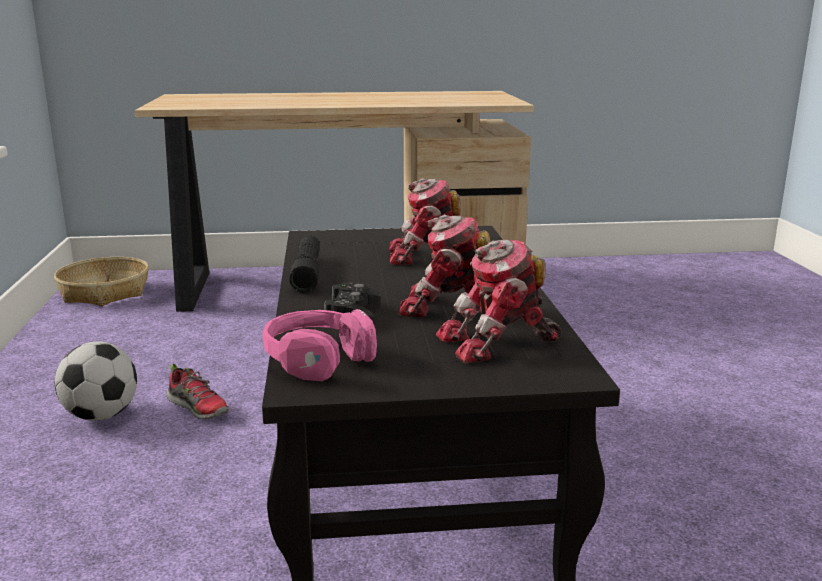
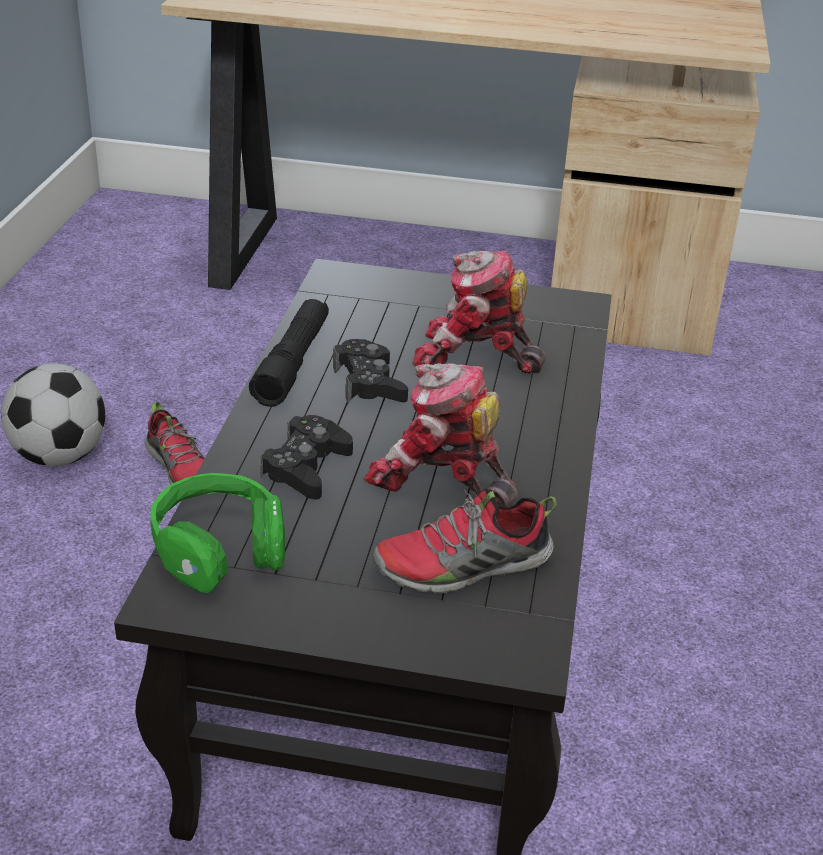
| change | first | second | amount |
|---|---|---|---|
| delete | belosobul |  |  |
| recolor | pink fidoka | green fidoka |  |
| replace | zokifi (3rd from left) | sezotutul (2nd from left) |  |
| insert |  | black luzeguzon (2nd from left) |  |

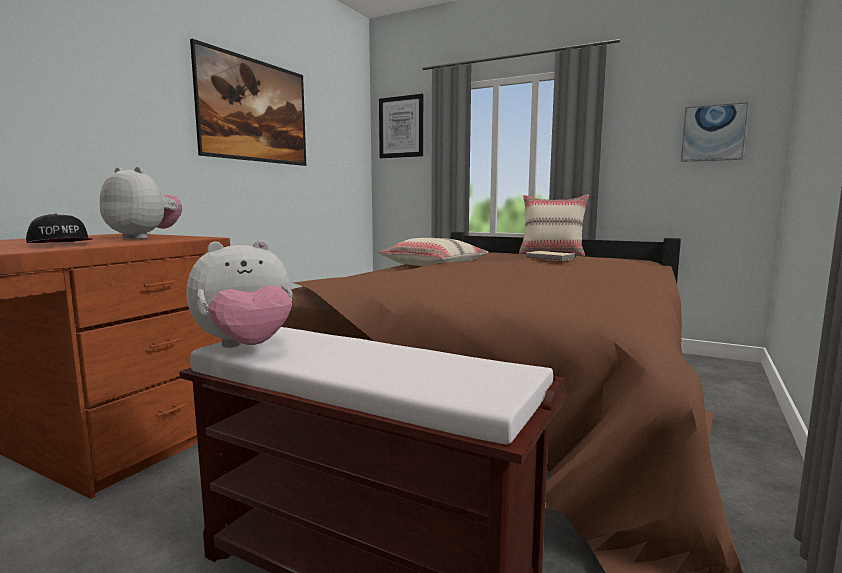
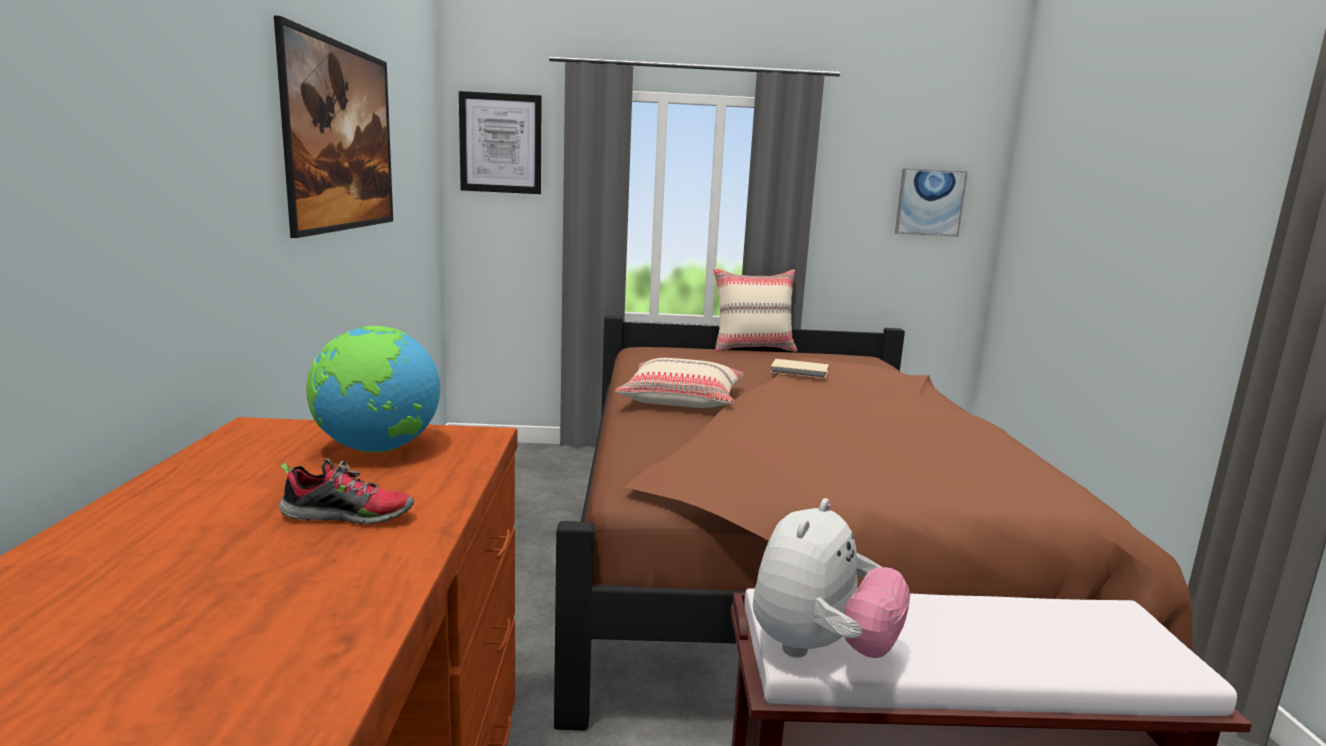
| change | first | second | amount |
|---|---|---|---|
| replace | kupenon | sezotutul |  |
| replace | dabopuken (1st from left) | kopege |  |

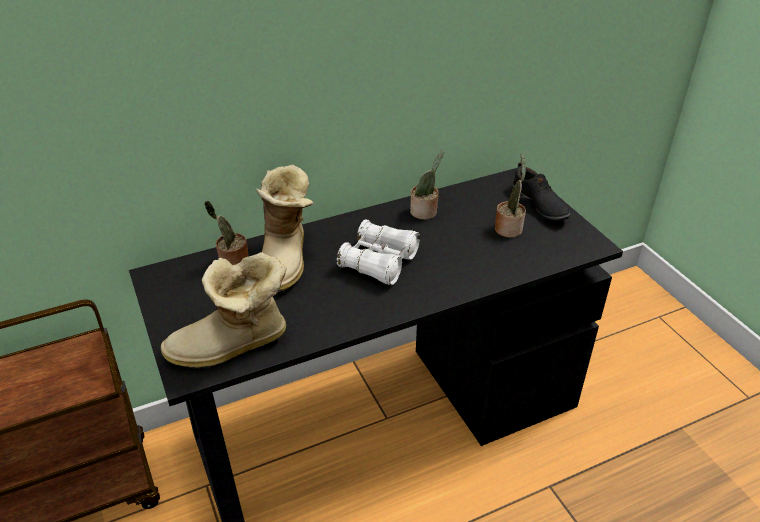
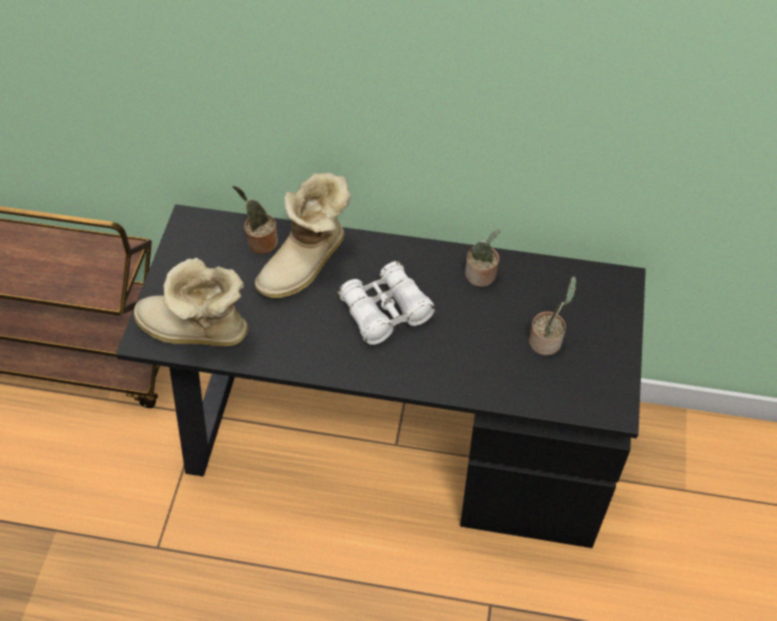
| change | first | second | amount |
|---|---|---|---|
| delete | black sezotutul |  |  |

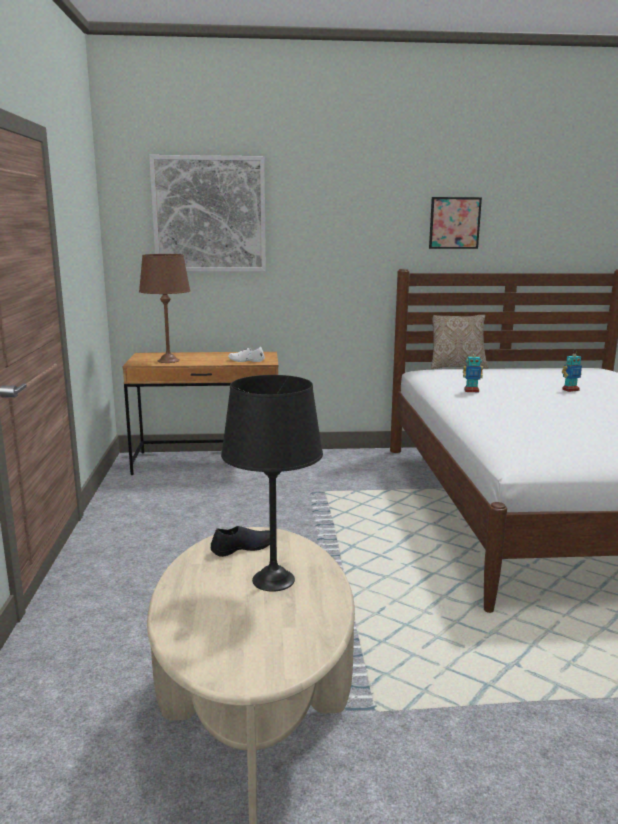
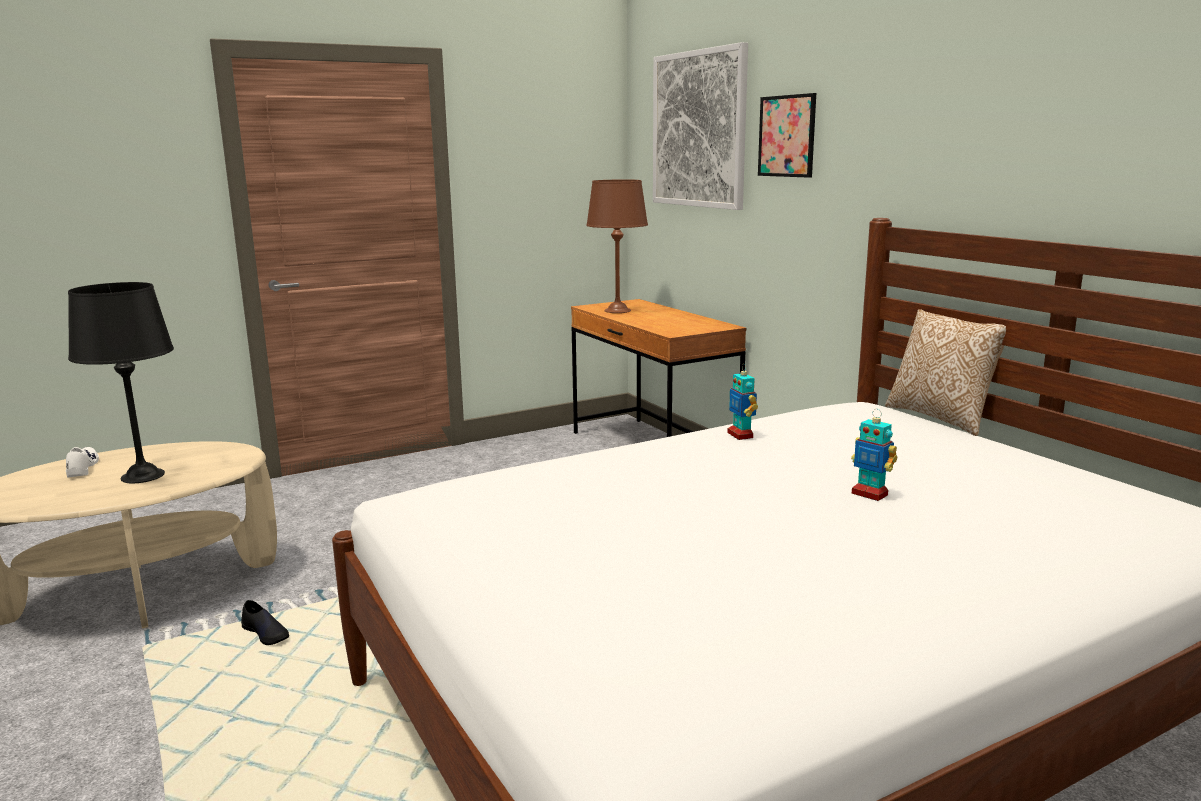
| change | first | second | amount |
|---|---|---|---|
| move | black sezotutul |  |  |
| move | white sezotutul |  |  |
| move | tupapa (2nd from left) |  |  |

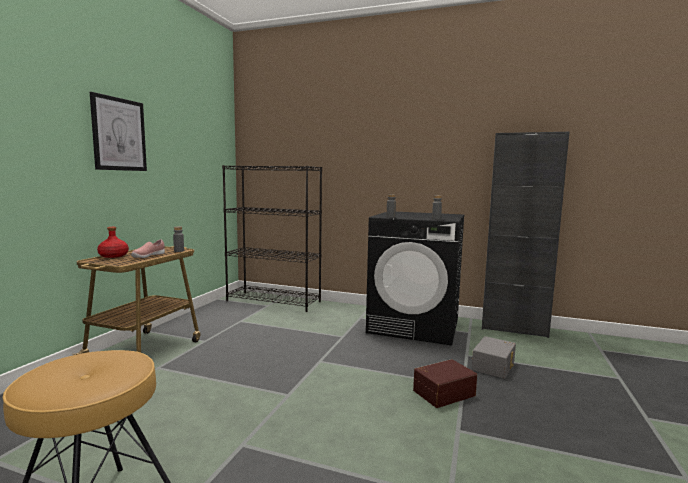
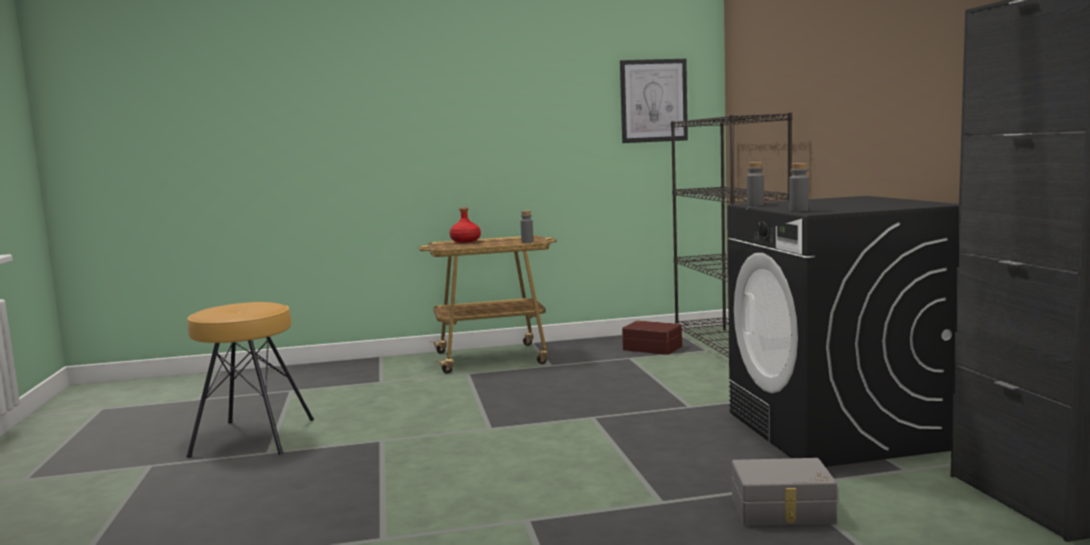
| change | first | second | amount |
|---|---|---|---|
| move | tupapa |  |  |
| delete | pink sezotutul |  |  |
| move | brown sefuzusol |  |  |

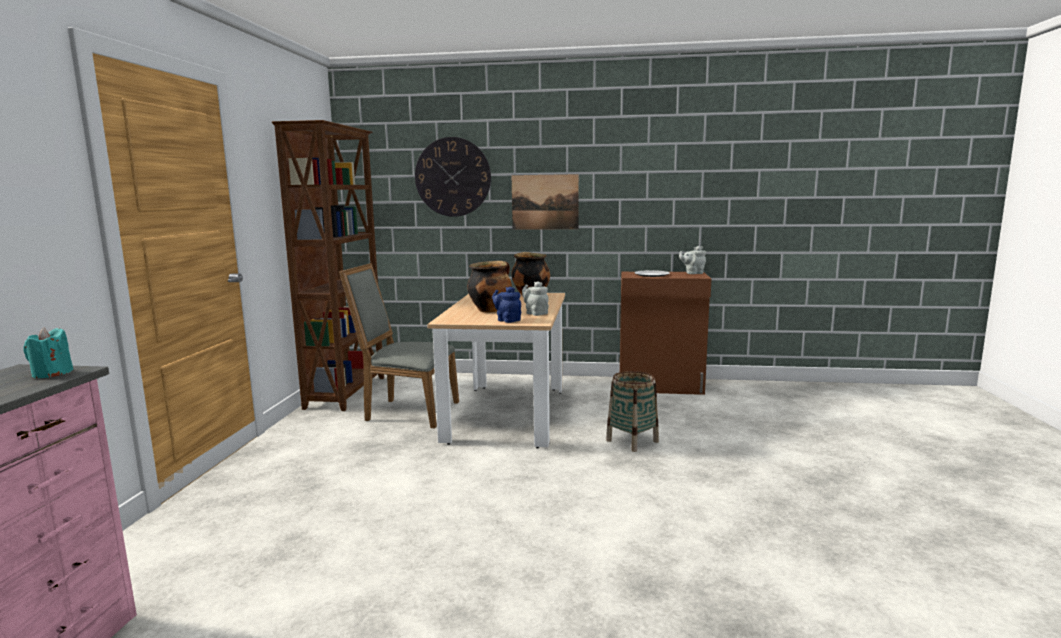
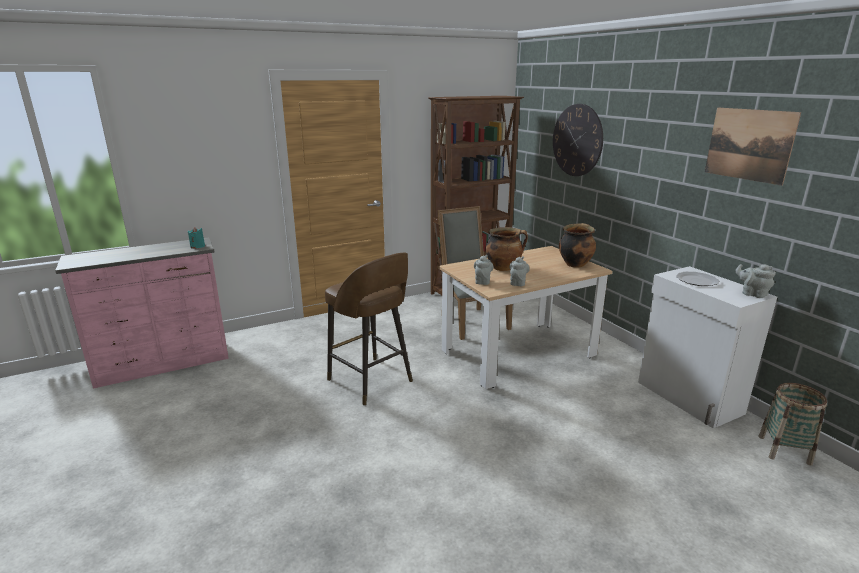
| change | first | second | amount |
|---|---|---|---|
| recolor | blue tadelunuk | grey tadelunuk (1st from left) |  |
| move | tupapa |  |  |
| move | belosobul |  |  |
| recolor | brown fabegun | white fabegun |  |
| insert |  | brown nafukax |  |

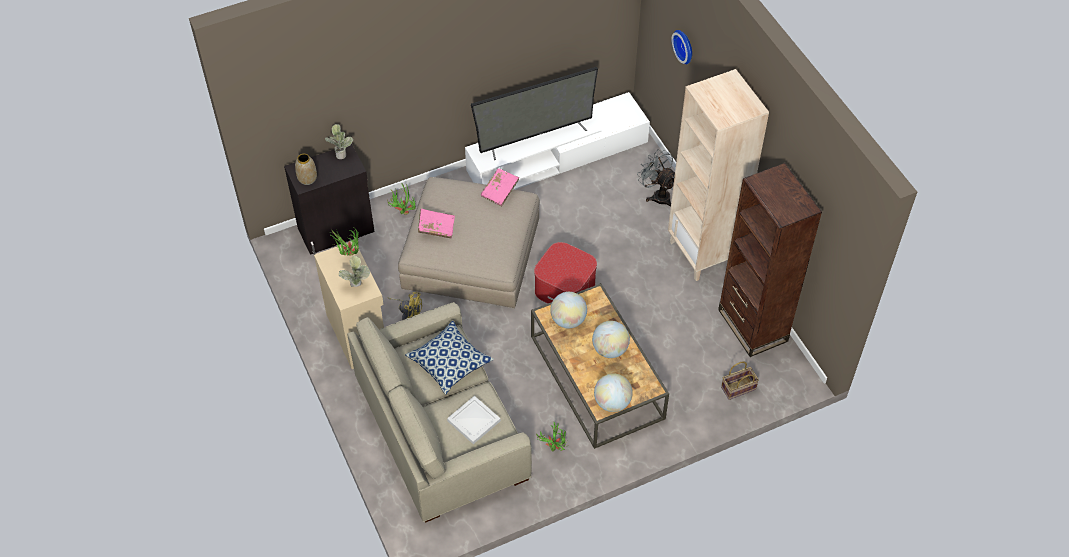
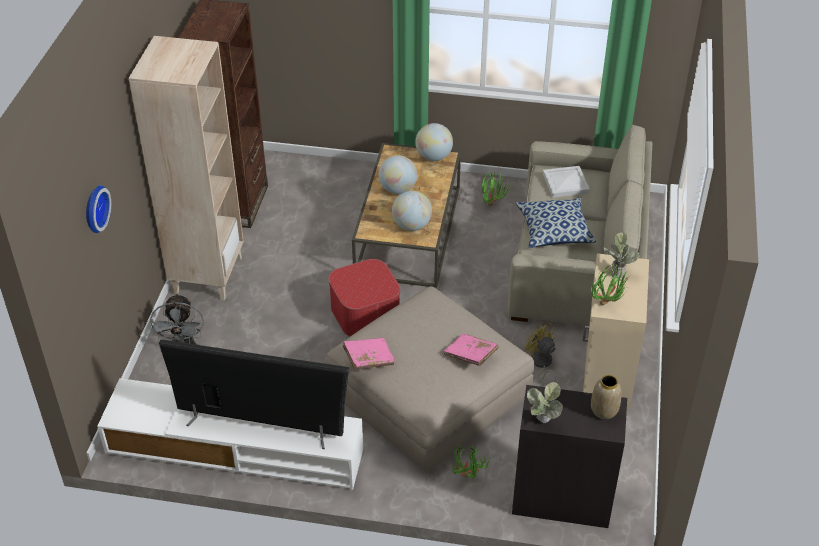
| change | first | second | amount |
|---|---|---|---|
| delete | belosobul |  |  |

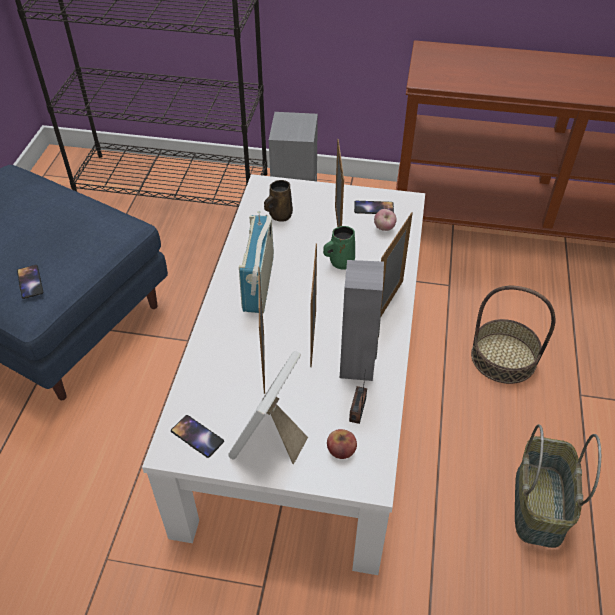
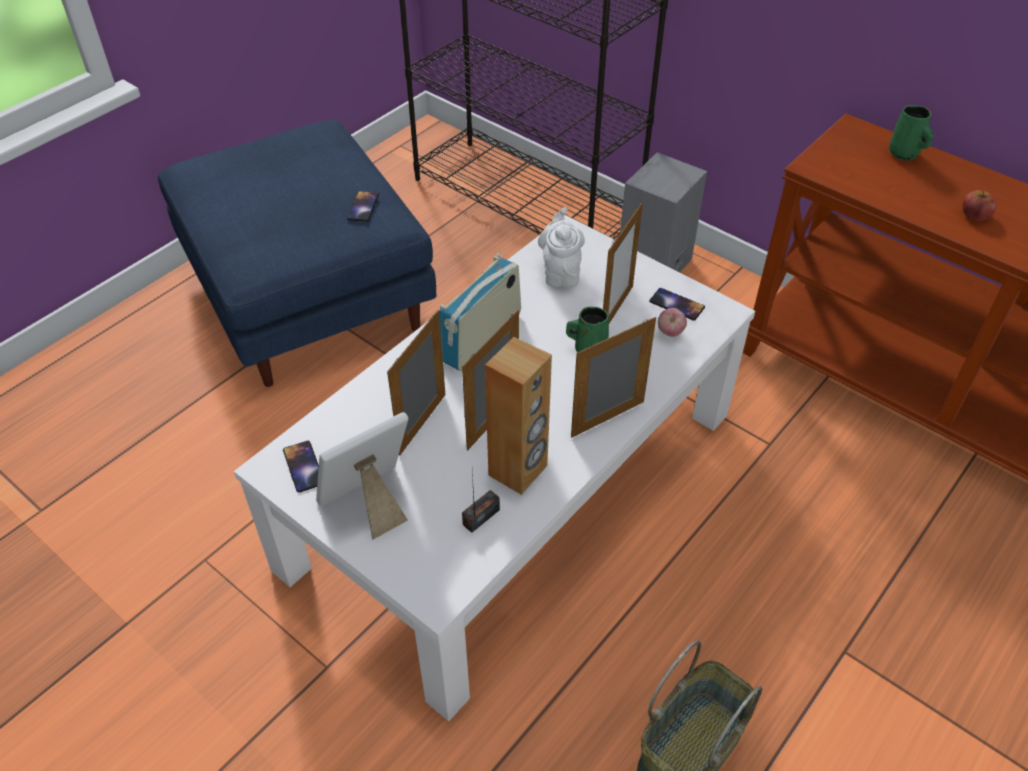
| change | first | second | amount |
|---|---|---|---|
| move | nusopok (1st from left in the first image) | nusopok (2nd from left) |  |
| replace | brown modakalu | white tadelunuk |  |
| move | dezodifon (1st from left in the first image) | dezodifon (2nd from left) |  |
| recolor | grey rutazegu (2nd from left) | brown rutazegu |  |
| delete | belosobul (1st from left) |  |  |
| insert |  | green modakalu (2nd from left) |  |

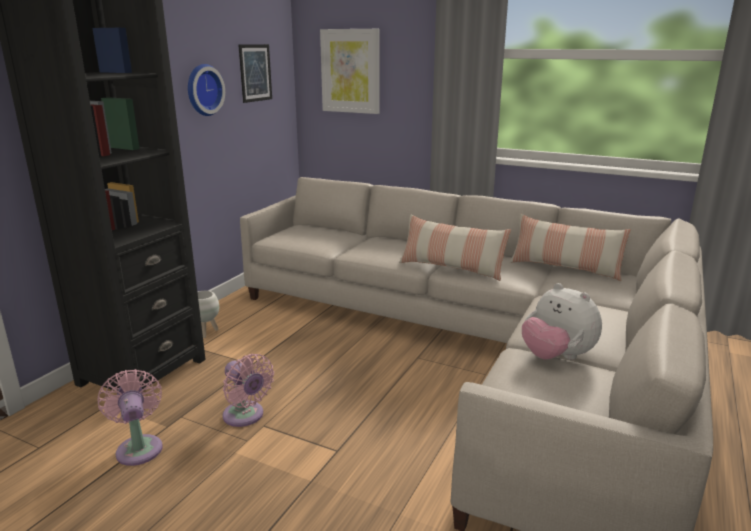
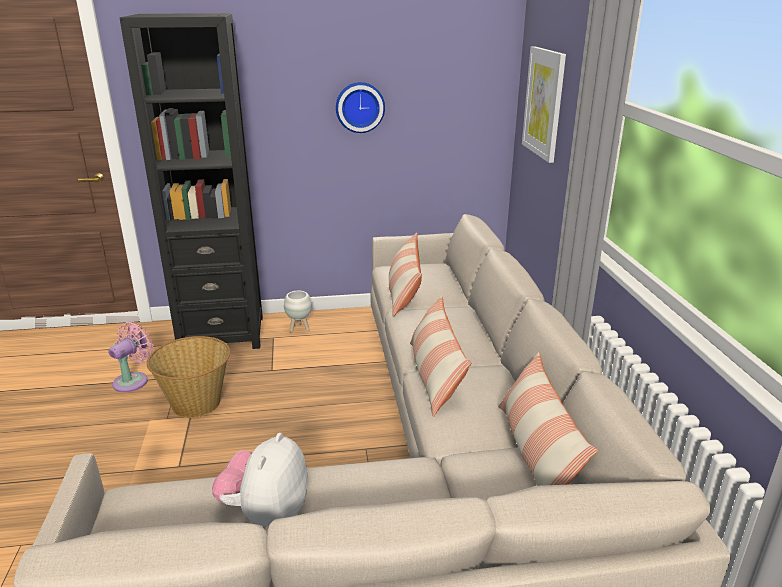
| change | first | second | amount |
|---|---|---|---|
| replace | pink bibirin (2nd from left) | belosobul |  |
| delete | tupapa (1st from left) |  |  |
| insert |  | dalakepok (1st from left) |  |

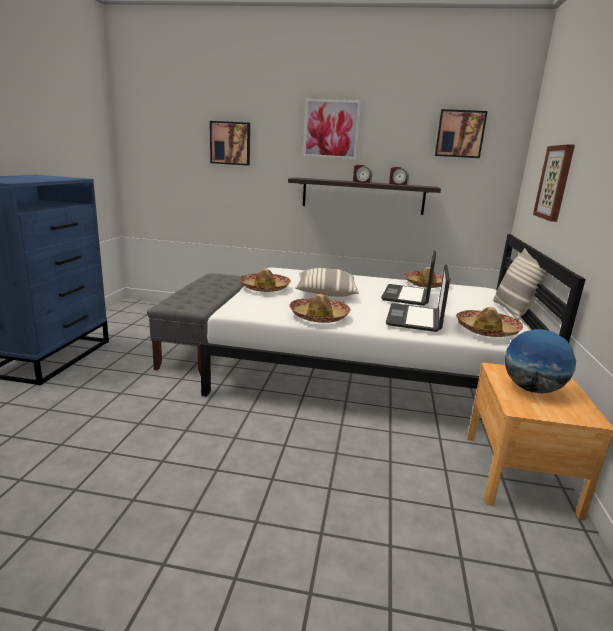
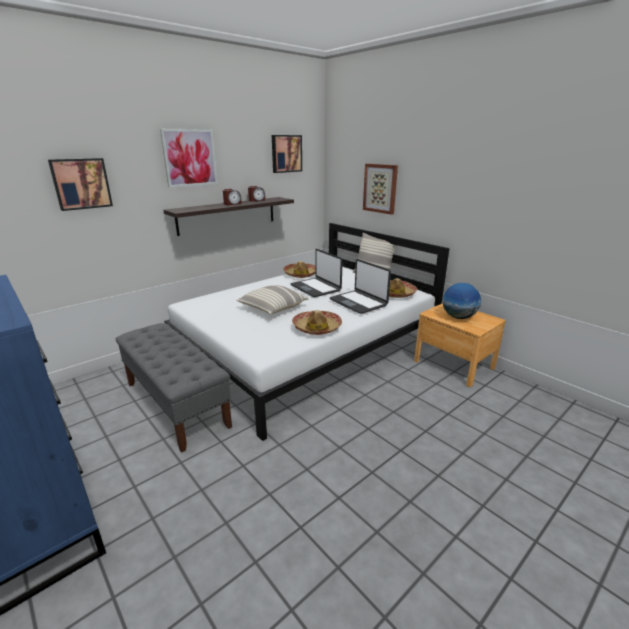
| change | first | second | amount |
|---|---|---|---|
| delete | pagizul (1st from left) |  |  |

